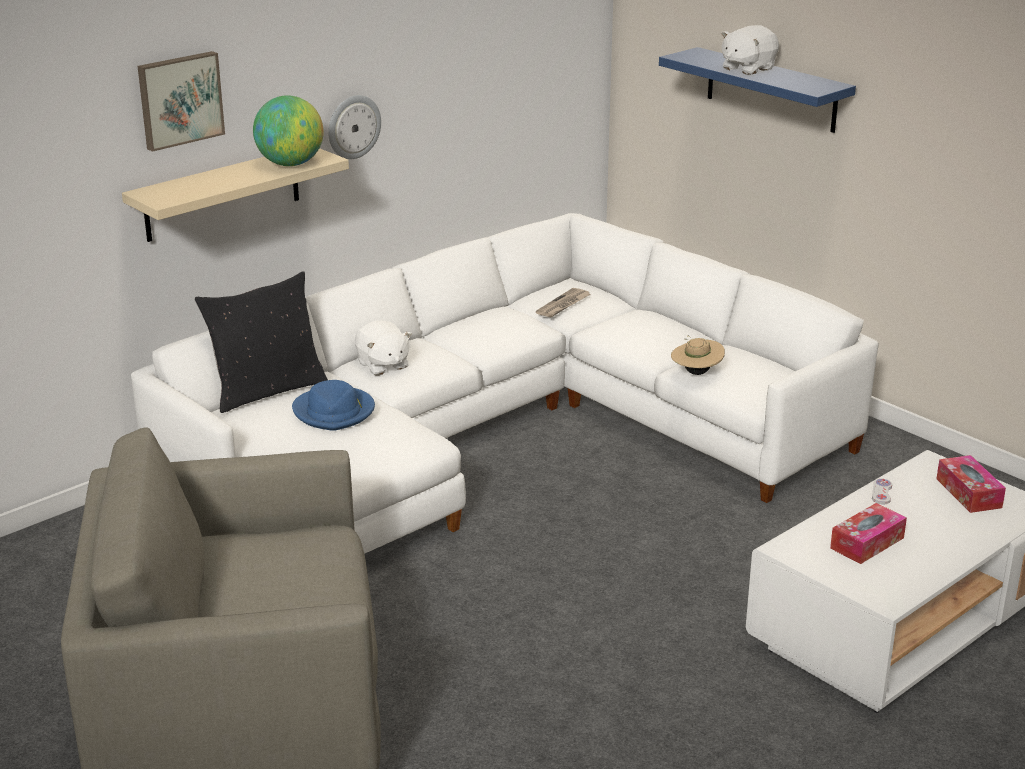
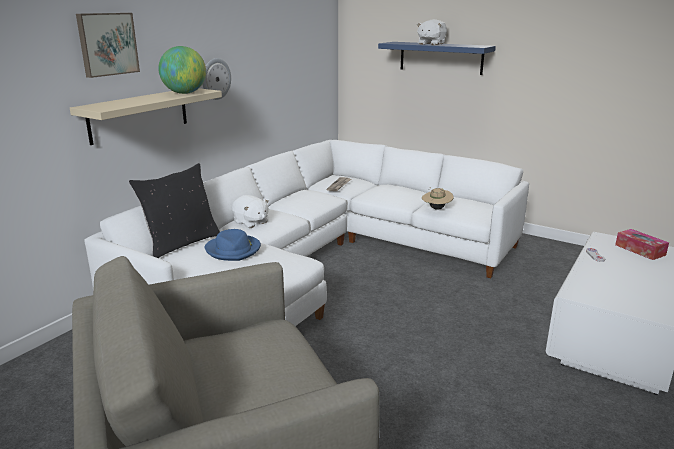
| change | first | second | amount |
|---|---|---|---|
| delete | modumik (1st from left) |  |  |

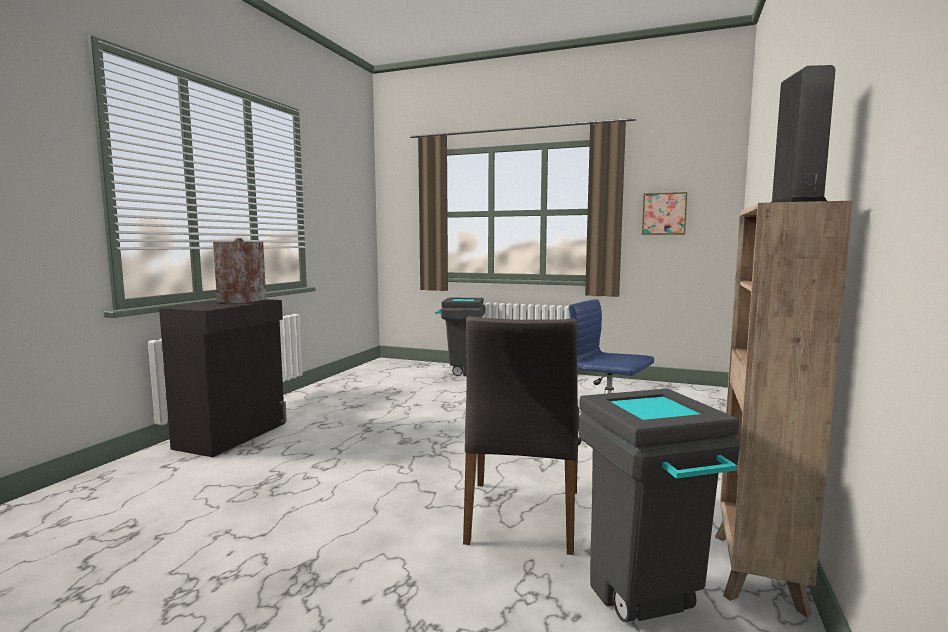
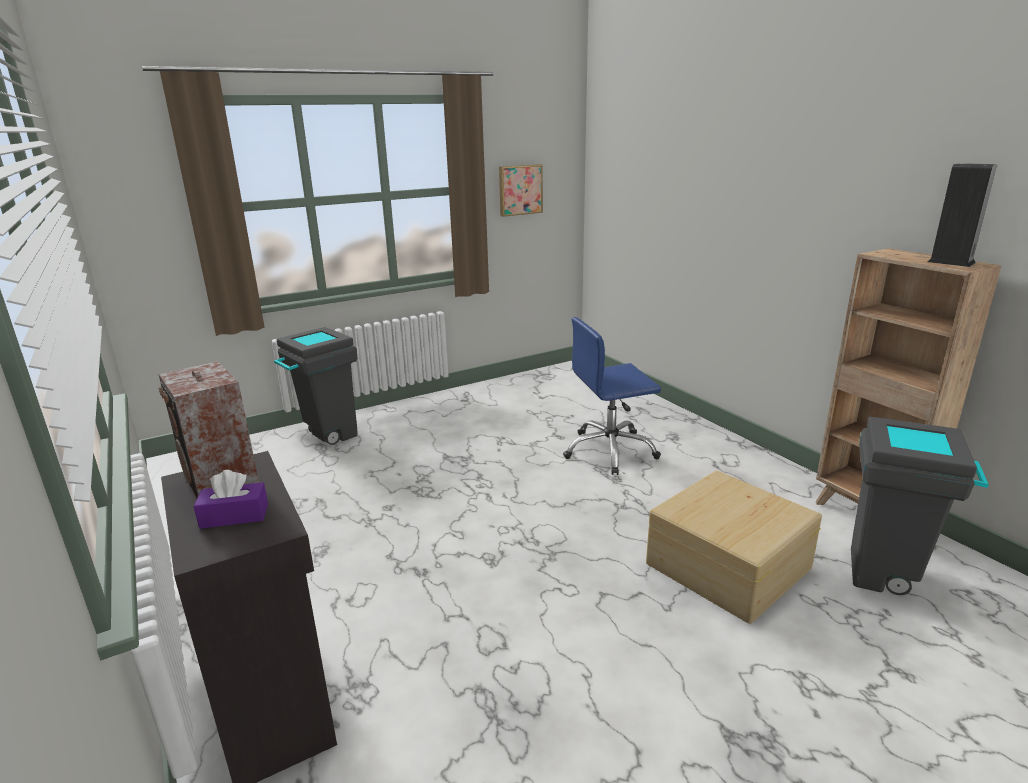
| change | first | second | amount |
|---|---|---|---|
| replace | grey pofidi | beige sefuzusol |  |
| insert |  | purple modumik |  |

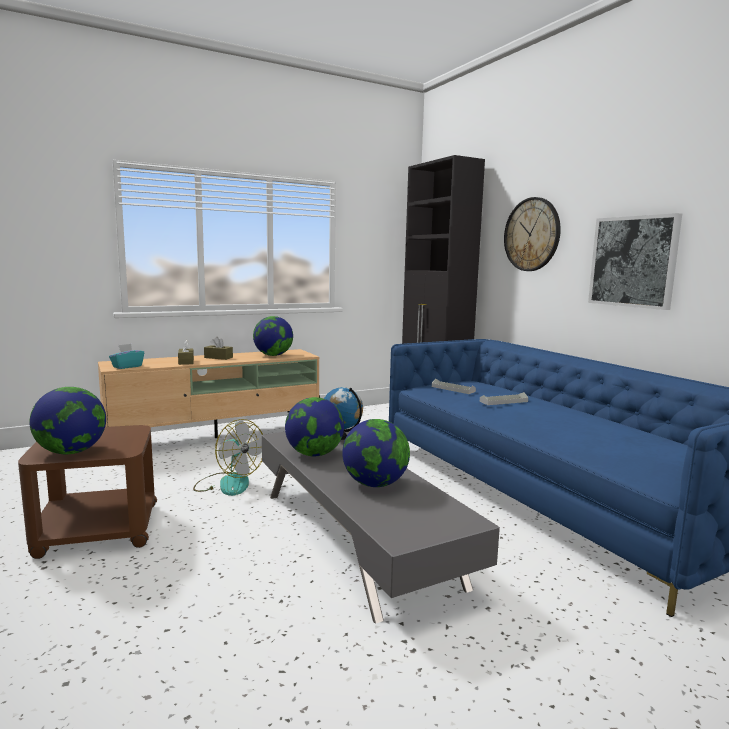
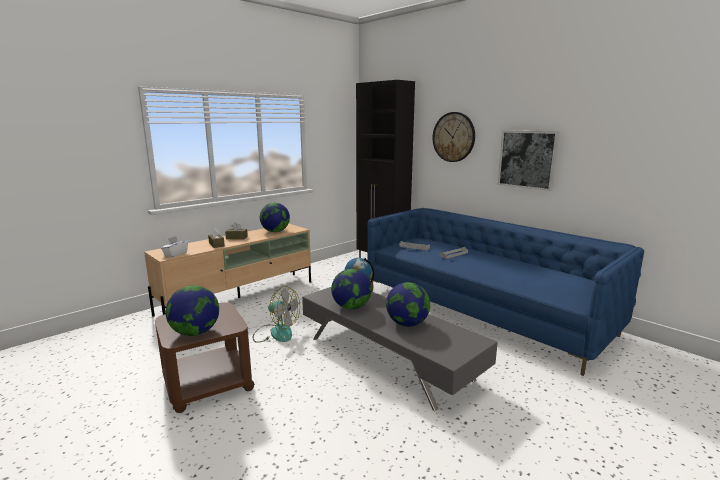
| change | first | second | amount |
|---|---|---|---|
| recolor | turquoise modumik | white modumik |  |

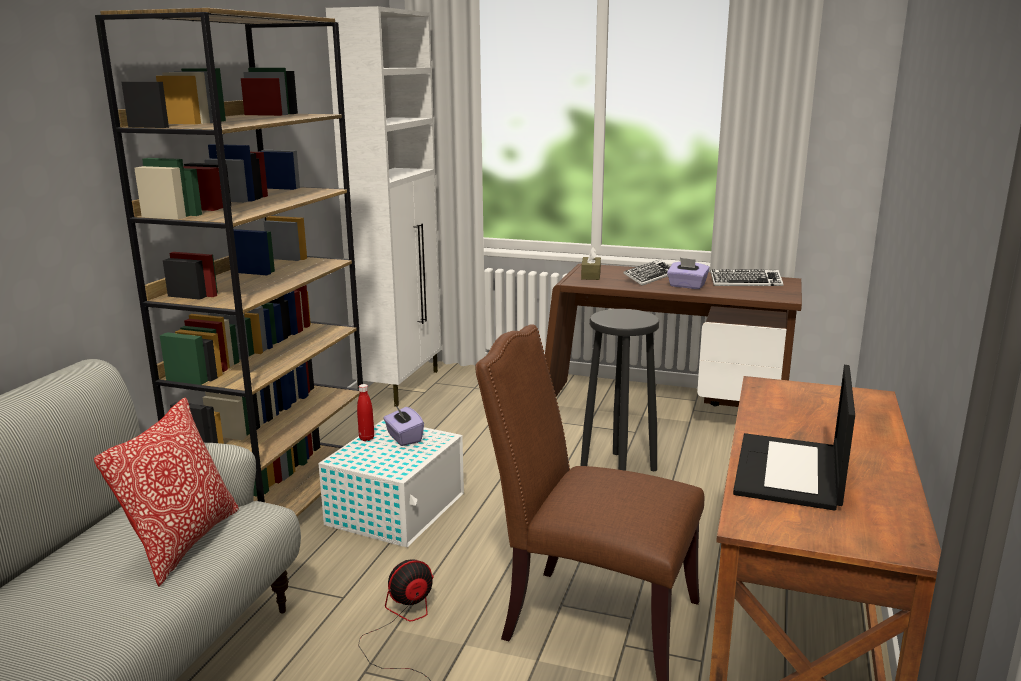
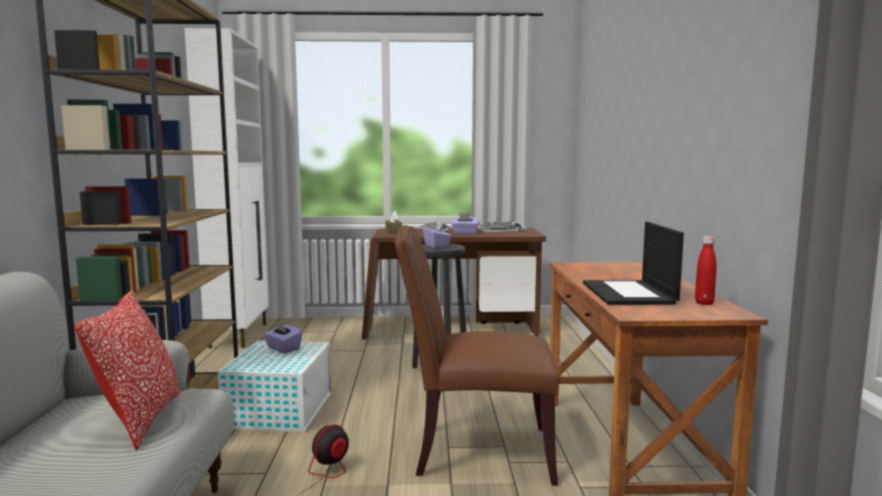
| change | first | second | amount |
|---|---|---|---|
| move | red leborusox |  |  |
| insert |  | purple modumik (2nd from left) |  |

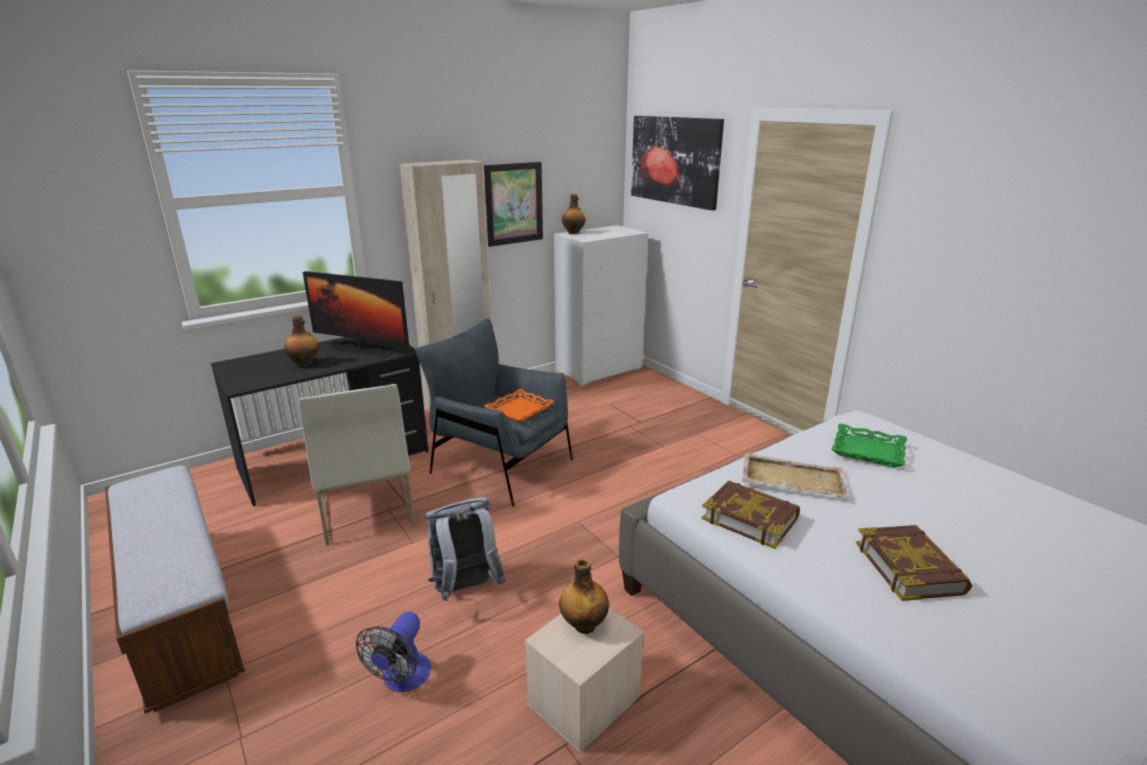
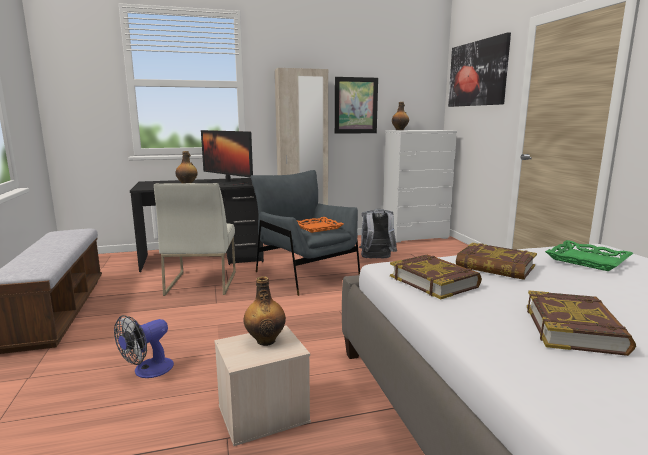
| change | first | second | amount |
|---|---|---|---|
| move | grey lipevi |  |  |
| replace | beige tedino | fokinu (2nd from left) |  |

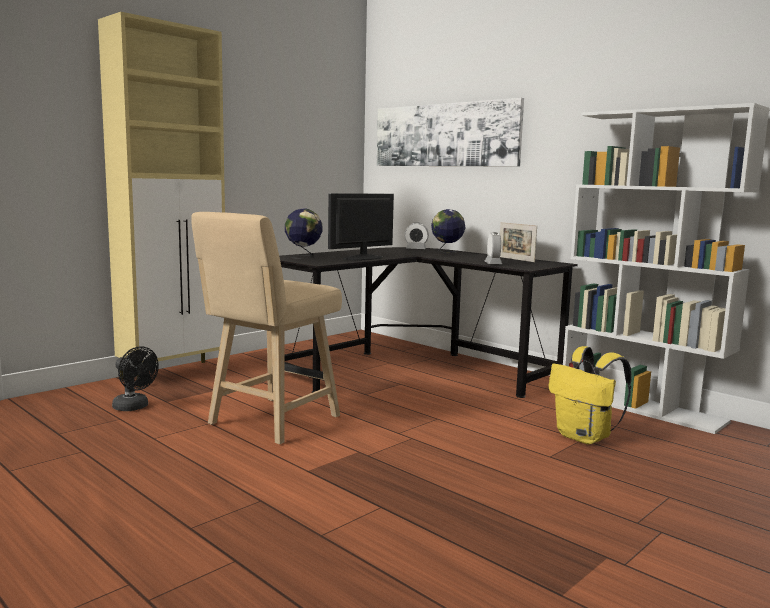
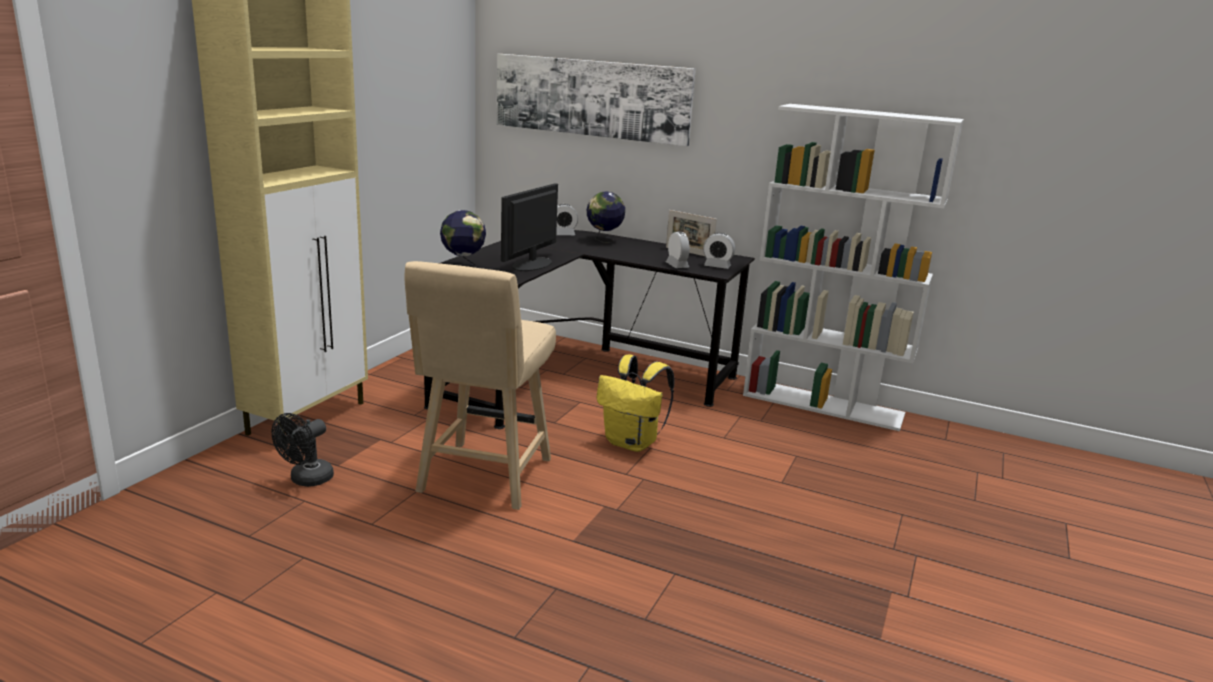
| change | first | second | amount |
|---|---|---|---|
| rotate | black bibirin |  | 105 degrees clockwise |
| move | yellow lipevi |  |  |
| insert |  | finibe (3rd from left) |  |

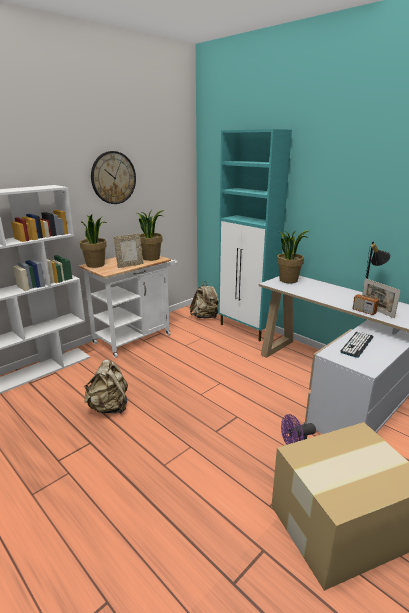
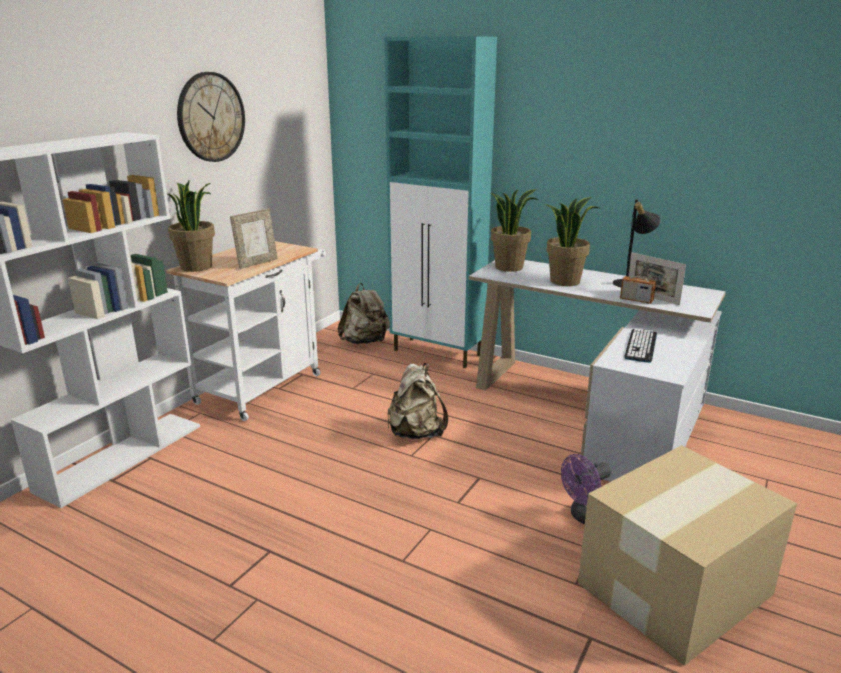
| change | first | second | amount |
|---|---|---|---|
| move | beige lipevi (1st from left in the first image) | beige lipevi (2nd from left) |  |
| move | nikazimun (2nd from left in the first image) | nikazimun (3rd from left) |  |

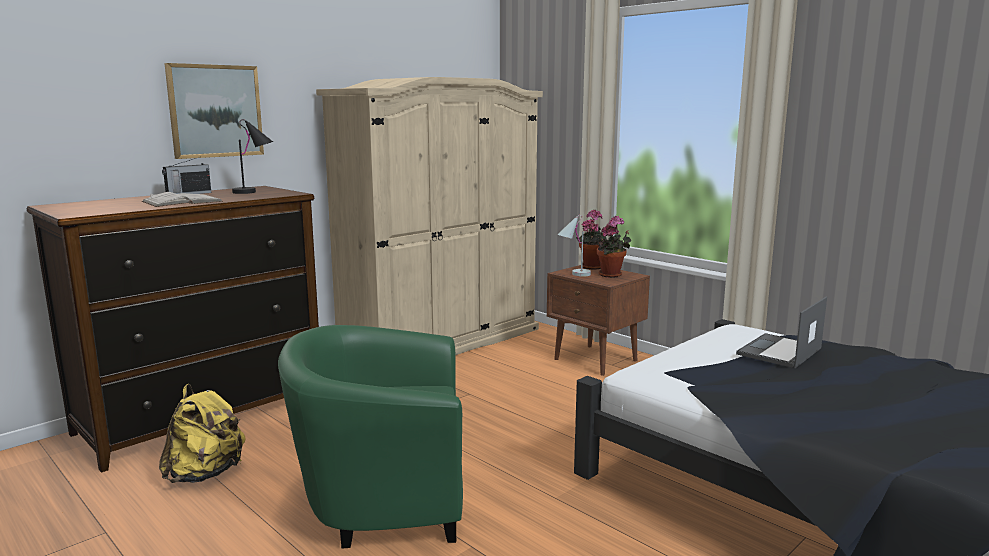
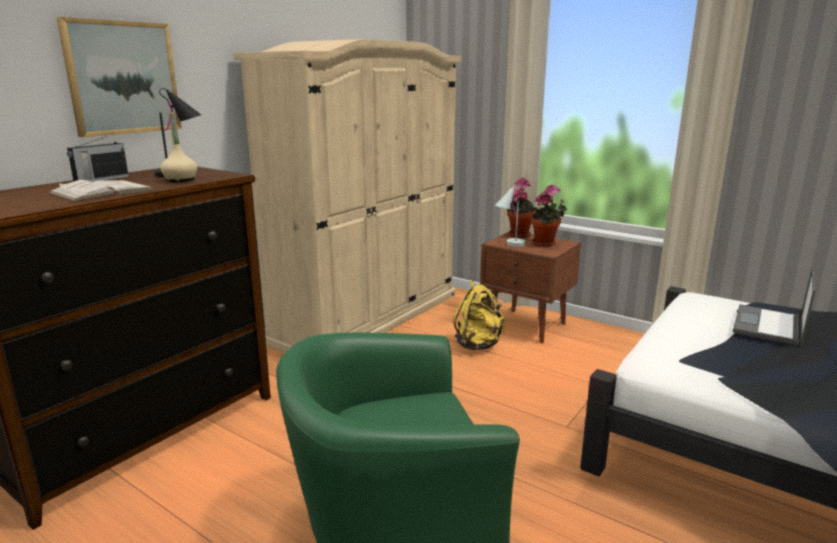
| change | first | second | amount |
|---|---|---|---|
| move | yellow lipevi |  |  |
| insert |  | beige leborusox |  |

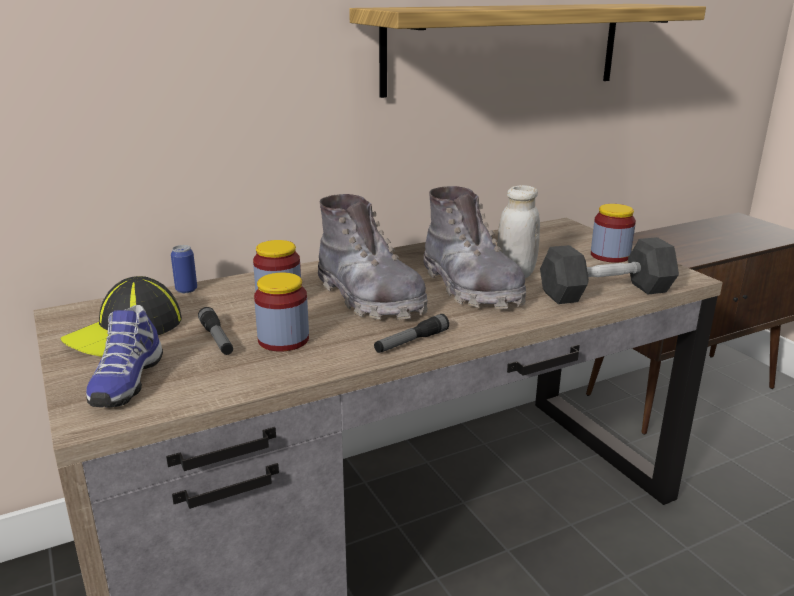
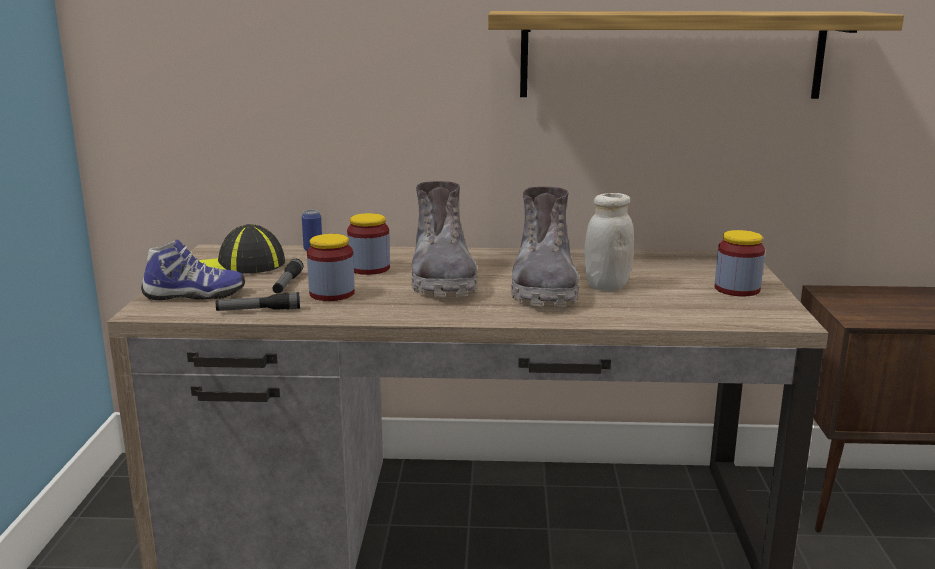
| change | first | second | amount |
|---|---|---|---|
| rotate | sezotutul |  | 135 degrees counterclockwise |
| move | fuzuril (2nd from left in the first image) | fuzuril (1st from left) |  |
| delete | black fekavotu |  |  |

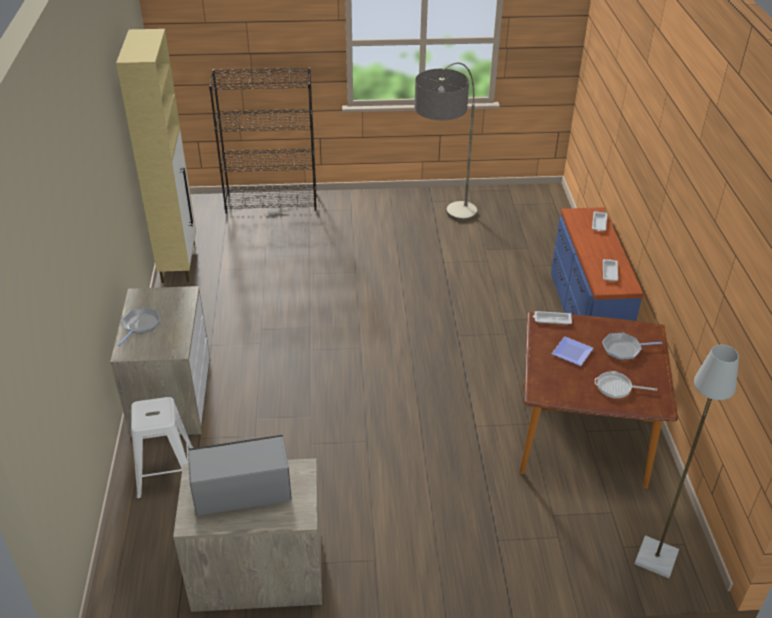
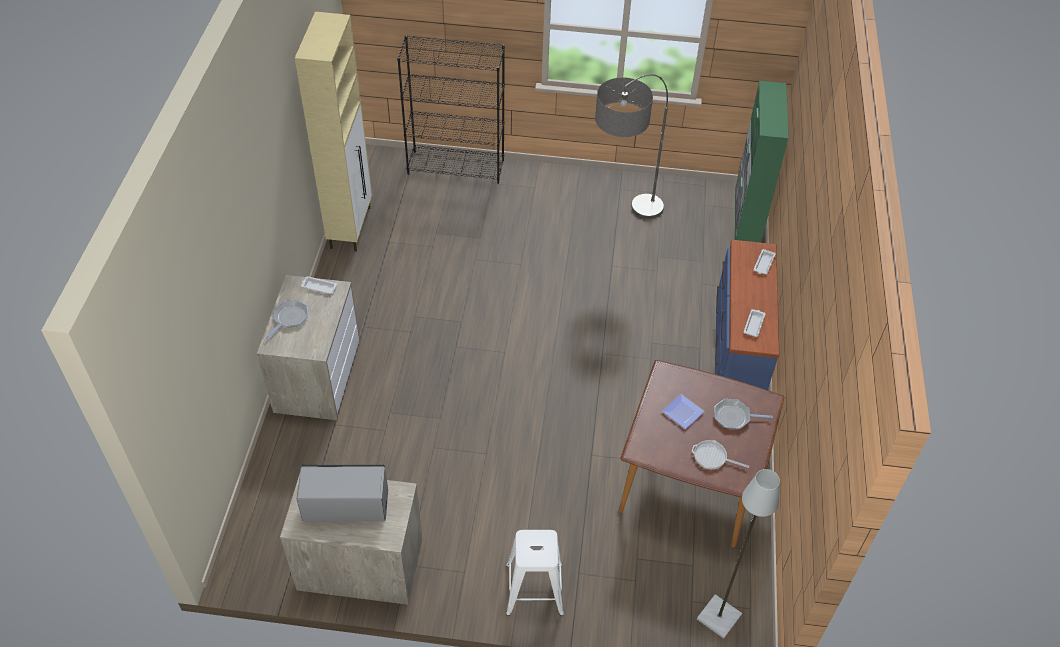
| change | first | second | amount |
|---|---|---|---|
| move | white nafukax |  |  |
| move | white tedino (1st from left) |  |  |
| insert |  | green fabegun |  |

